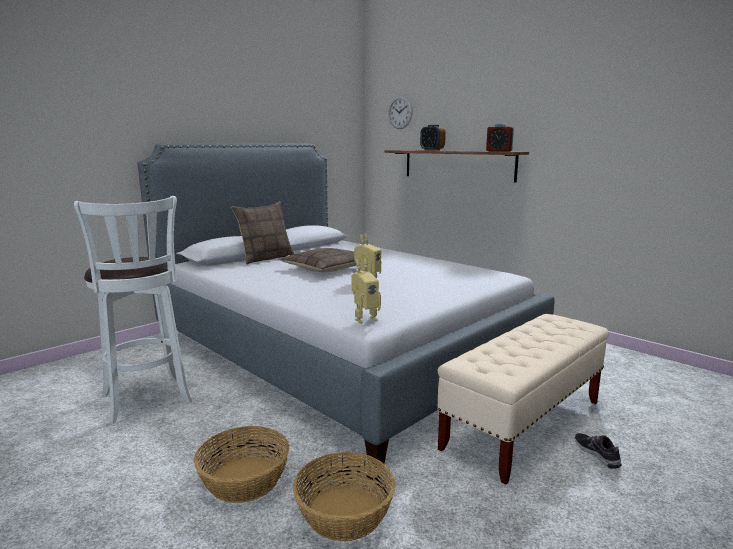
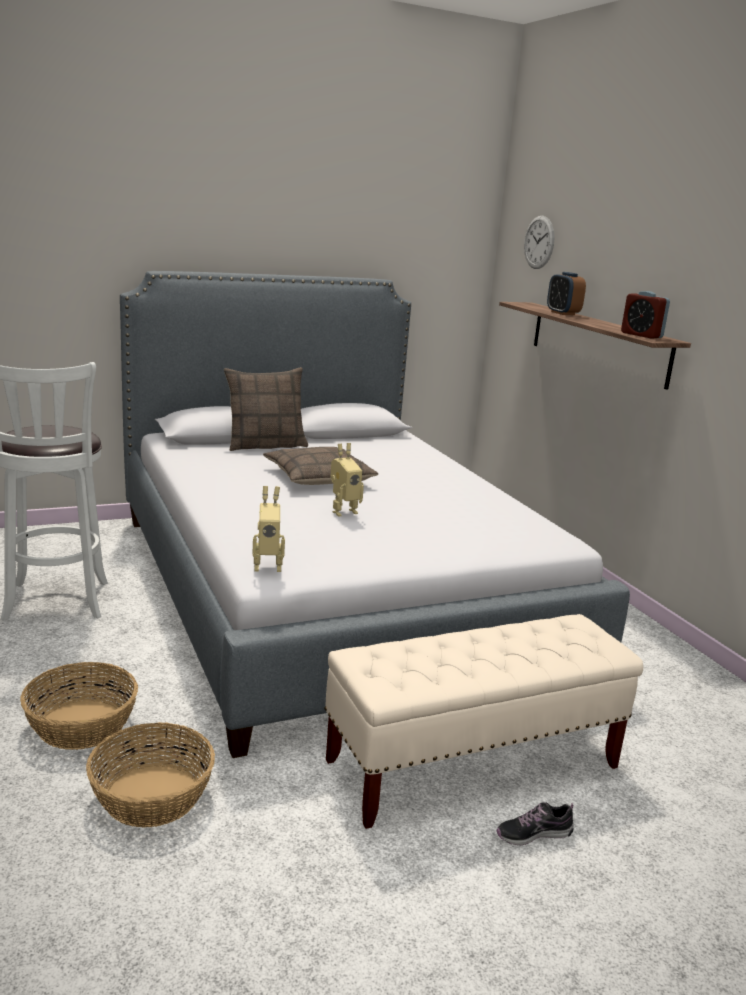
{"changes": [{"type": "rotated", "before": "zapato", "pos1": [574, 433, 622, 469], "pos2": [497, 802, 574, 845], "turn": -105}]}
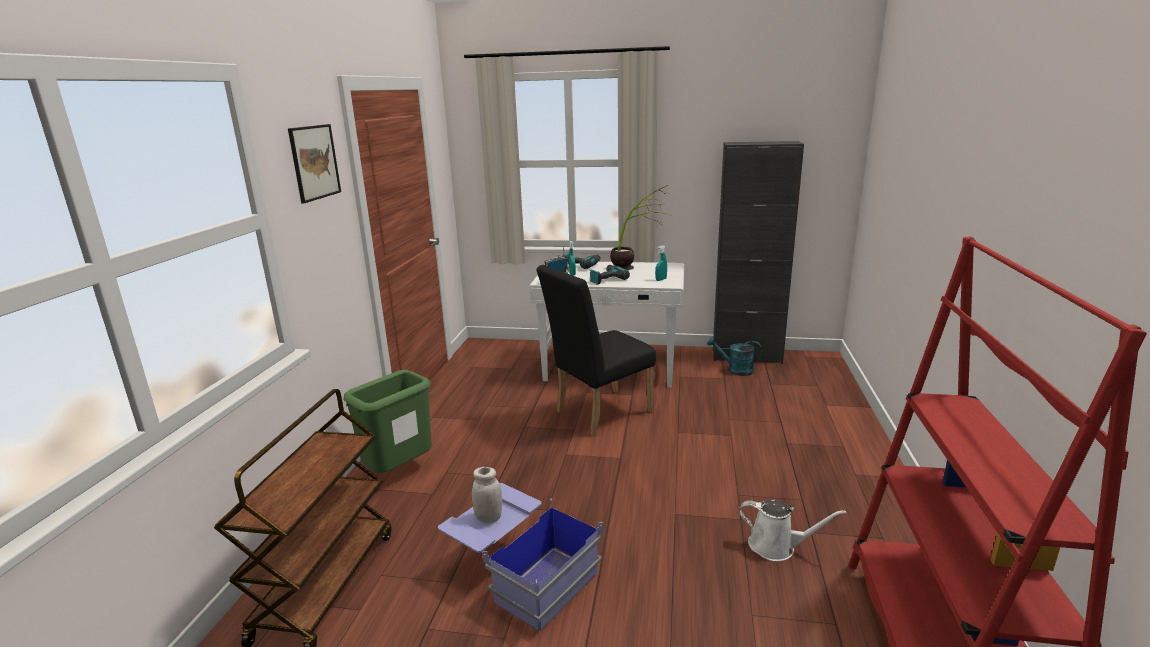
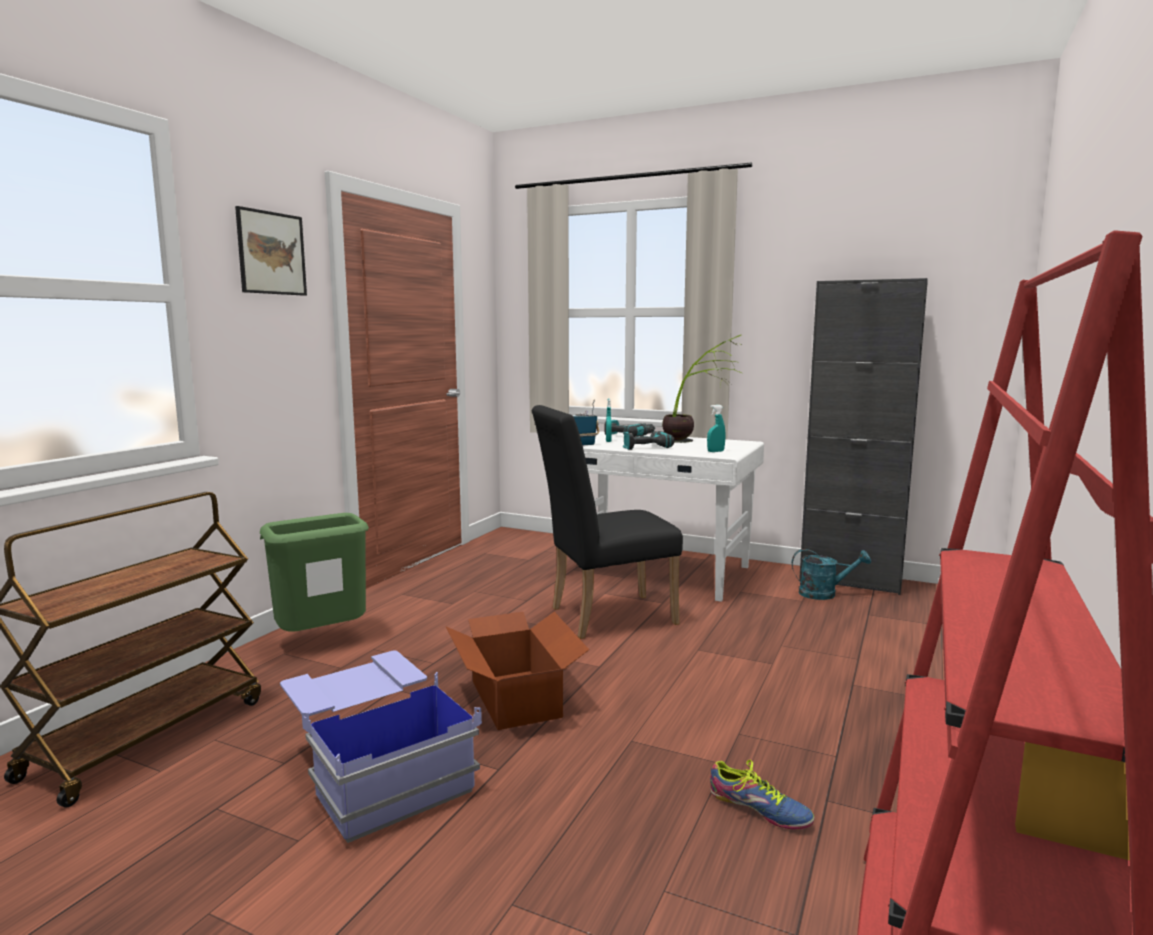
{"changes": [{"type": "gone", "before": "tarro [blanco]", "pos1": [472, 467, 502, 523]}, {"type": "rotated", "before": "regadera [turquesa]", "pos1": [707, 337, 762, 376], "pos2": [792, 549, 871, 600], "turn": 150}, {"type": "swapped", "before": "regadera [blanco]", "after": "zapato", "pos1": [739, 500, 846, 561], "pos2": [710, 760, 815, 830]}, {"type": "new", "after": "caja de cartón", "pos2": [446, 612, 589, 730]}]}
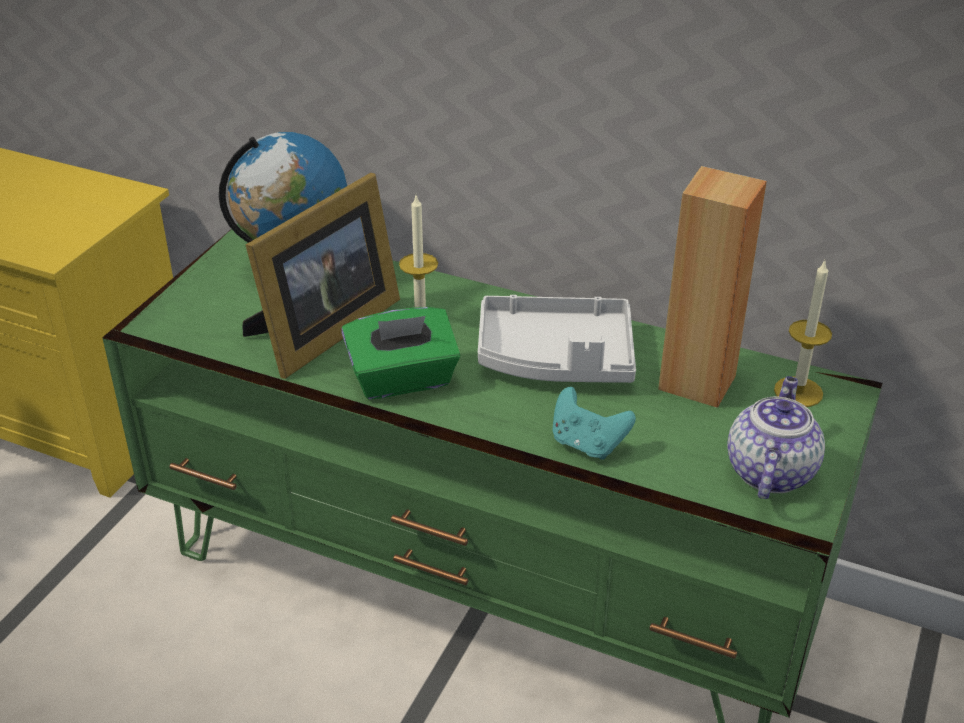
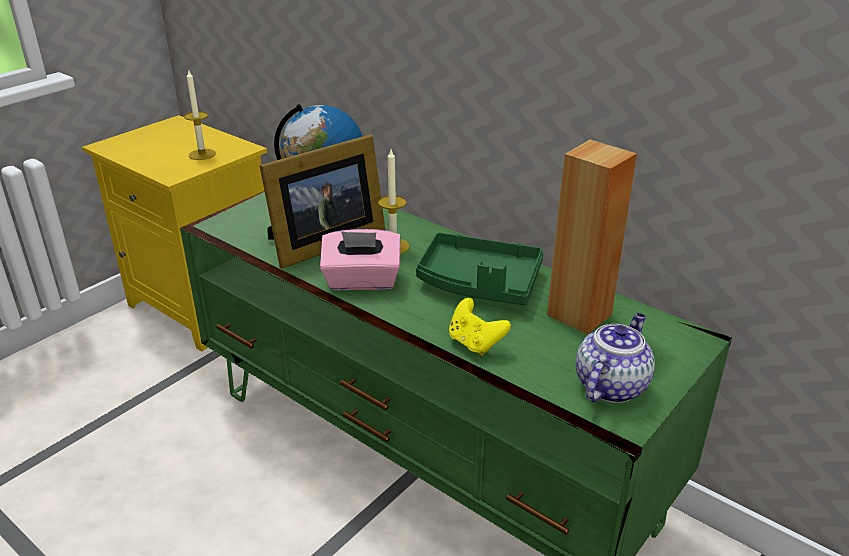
{"changes": [{"type": "repainted", "before": "caja de pañuelos [verde]", "after": "caja de pañuelos [rosa]", "pos1": [341, 307, 460, 399], "pos2": [320, 229, 401, 290]}, {"type": "repainted", "before": "bandeja [gris]", "after": "bandeja [verde]", "pos1": [478, 295, 636, 383], "pos2": [416, 232, 544, 305]}, {"type": "repainted", "before": "mando de consola [turquesa]", "after": "mando de consola [amarillo]", "pos1": [553, 387, 636, 460], "pos2": [449, 298, 511, 356]}, {"type": "shifted", "before": "vela", "pos1": [774, 261, 832, 407], "pos2": [184, 69, 216, 160]}]}
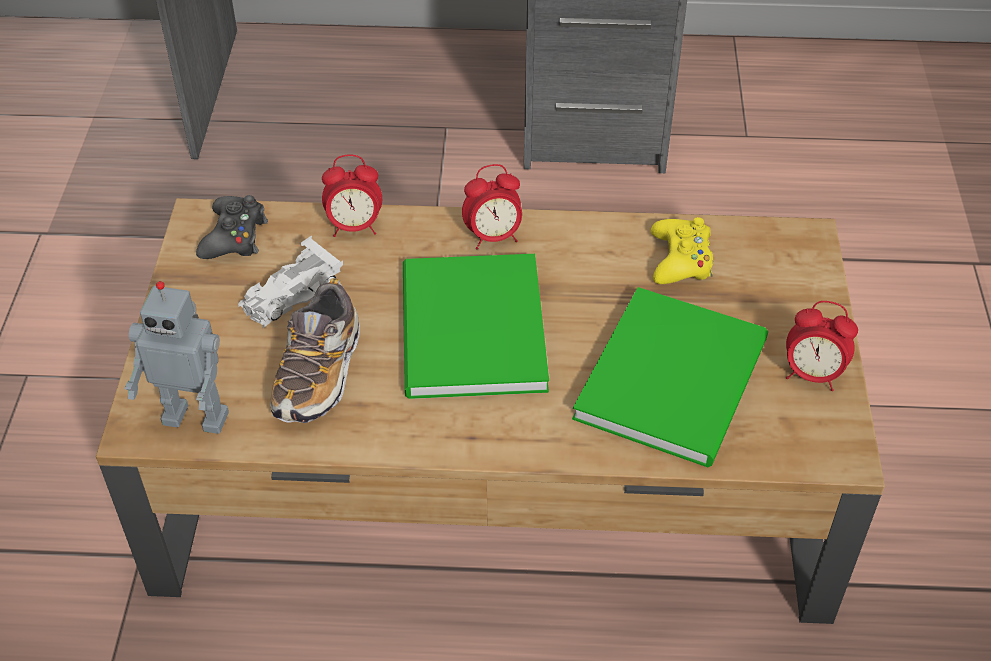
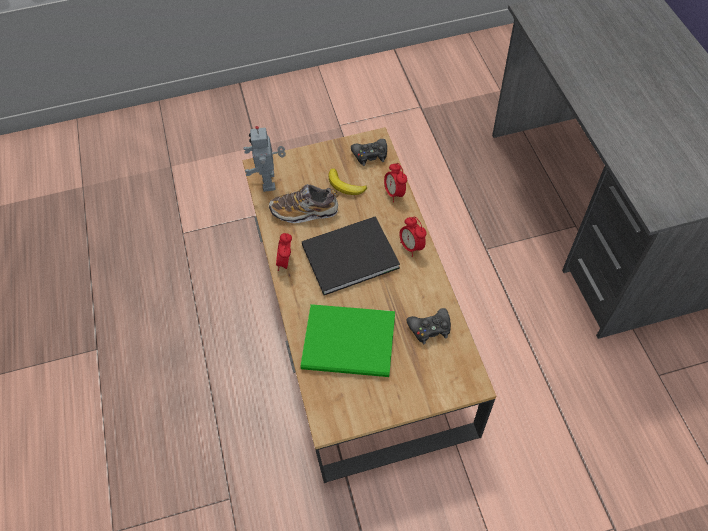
{"changes": [{"type": "swapped", "before": "coche de juguete [blanco]", "after": "plátano", "pos1": [238, 235, 343, 328], "pos2": [329, 168, 367, 195]}, {"type": "repainted", "before": "libro [verde]", "after": "libro [negro]", "pos1": [403, 254, 549, 399], "pos2": [302, 216, 400, 295]}, {"type": "repainted", "before": "mando de consola [amarillo]", "after": "mando de consola [negro]", "pos1": [651, 217, 713, 284], "pos2": [406, 308, 451, 344]}, {"type": "shifted", "before": "despertador", "pos1": [786, 301, 858, 391], "pos2": [276, 233, 292, 271]}]}
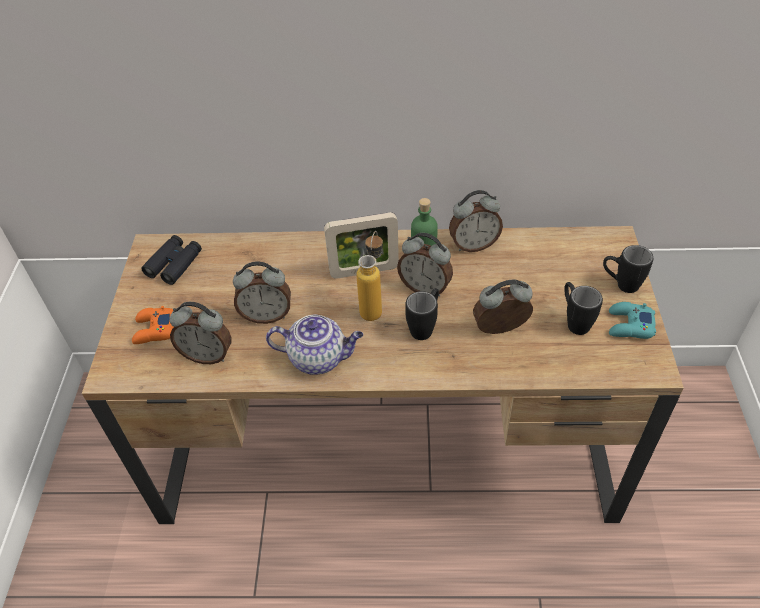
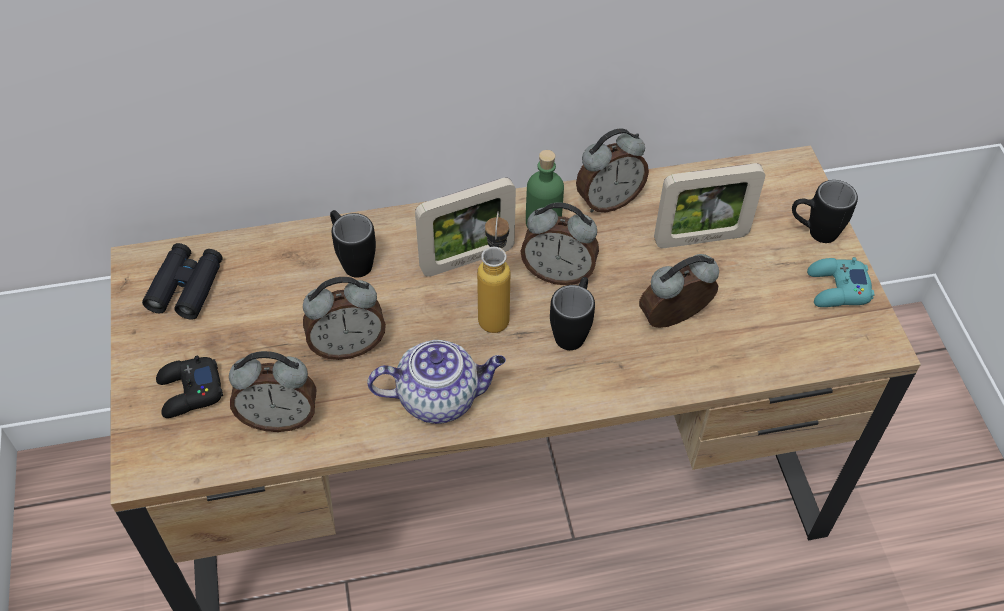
{"changes": [{"type": "repainted", "before": "mando de consola [naranja]", "after": "mando de consola [negro]", "pos1": [132, 306, 173, 344], "pos2": [156, 356, 223, 418]}, {"type": "shifted", "before": "taza grande [negro]", "pos1": [564, 282, 603, 335], "pos2": [330, 210, 376, 278]}, {"type": "new", "after": "portarretratos", "pos2": [654, 163, 765, 248]}]}
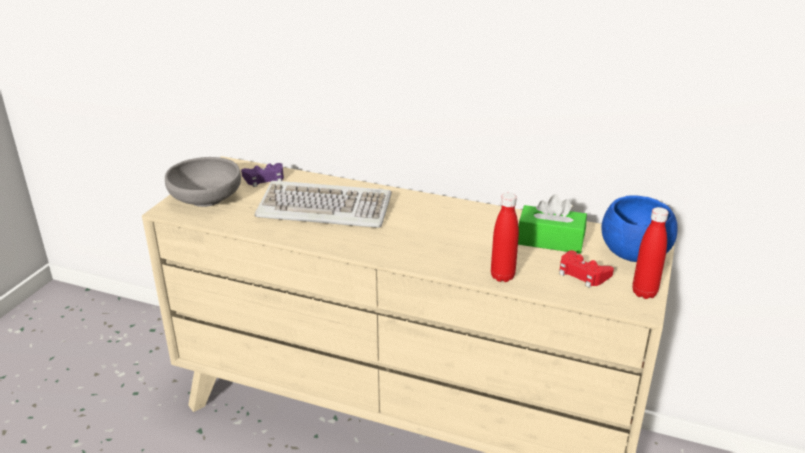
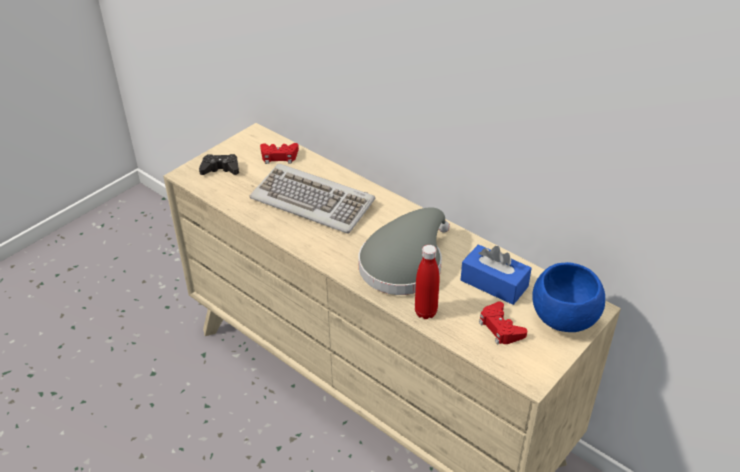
{"changes": [{"type": "swapped", "before": "cuenco [gris]", "after": "mando de consola [negro]", "pos1": [165, 157, 241, 207], "pos2": [199, 154, 239, 175]}, {"type": "repainted", "before": "mando de consola [morado]", "after": "mando de consola [rojo]", "pos1": [241, 163, 284, 187], "pos2": [260, 143, 299, 164]}, {"type": "repainted", "before": "caja de pañuelos [verde]", "after": "caja de pañuelos [azul]", "pos1": [518, 194, 587, 254], "pos2": [461, 244, 532, 305]}, {"type": "gone", "before": "botella [rojo]", "pos1": [632, 207, 669, 299]}, {"type": "new", "after": "sombrero [gris]", "pos2": [359, 207, 450, 295]}]}
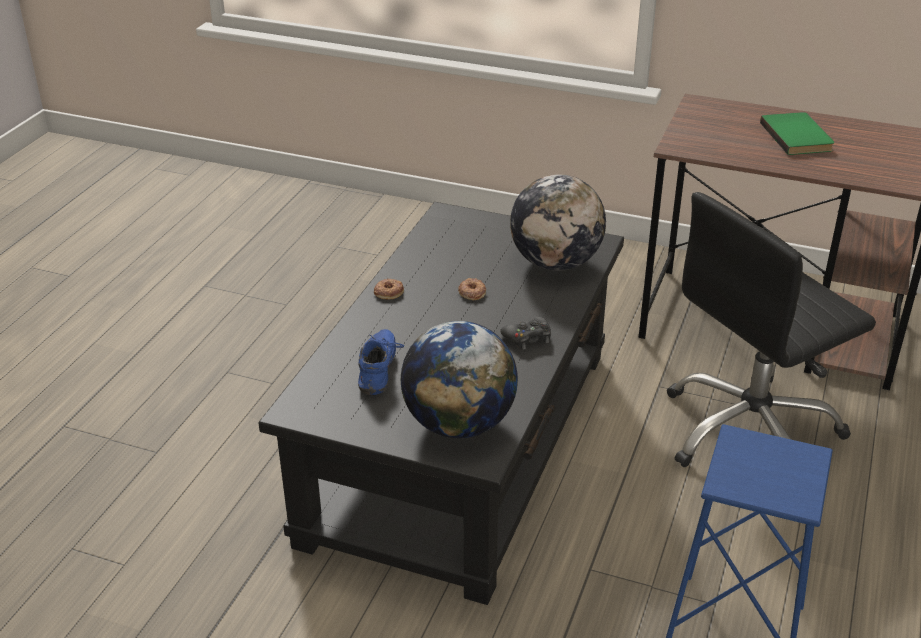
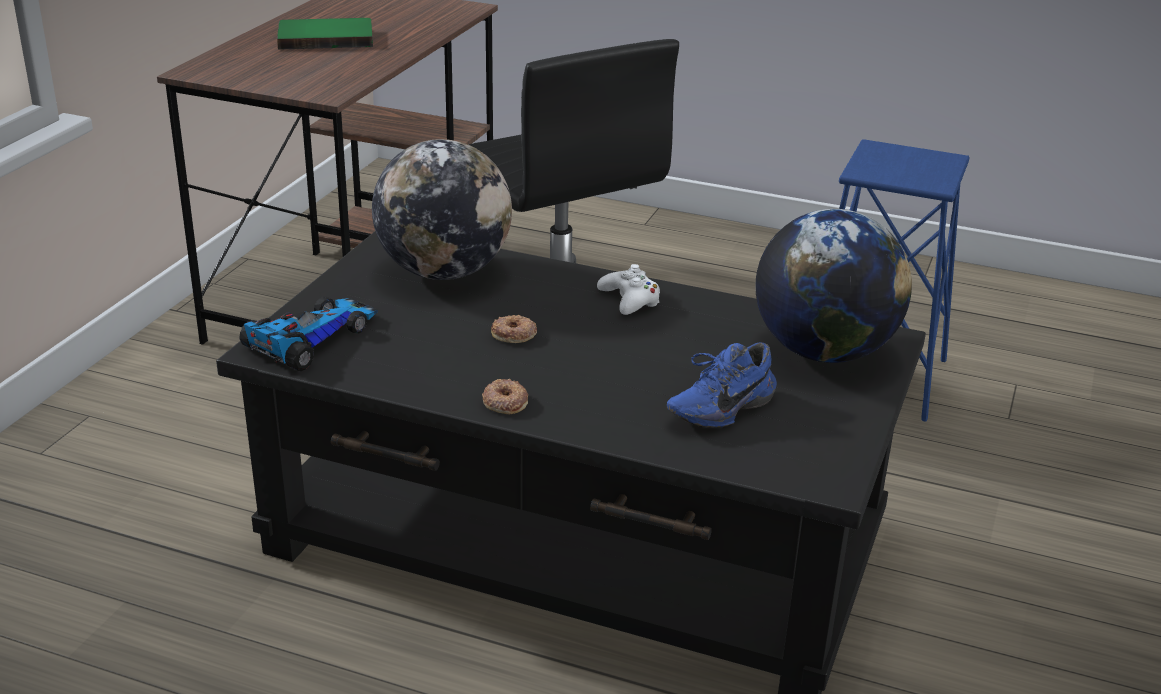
{"changes": [{"type": "rotated", "before": "zapato [azul]", "pos1": [358, 329, 404, 395], "pos2": [667, 342, 777, 428], "turn": -45}, {"type": "repainted", "before": "mando de consola [negro]", "after": "mando de consola [blanco]", "pos1": [500, 317, 551, 350], "pos2": [597, 264, 660, 315]}, {"type": "new", "after": "coche de juguete", "pos2": [239, 297, 378, 371]}]}
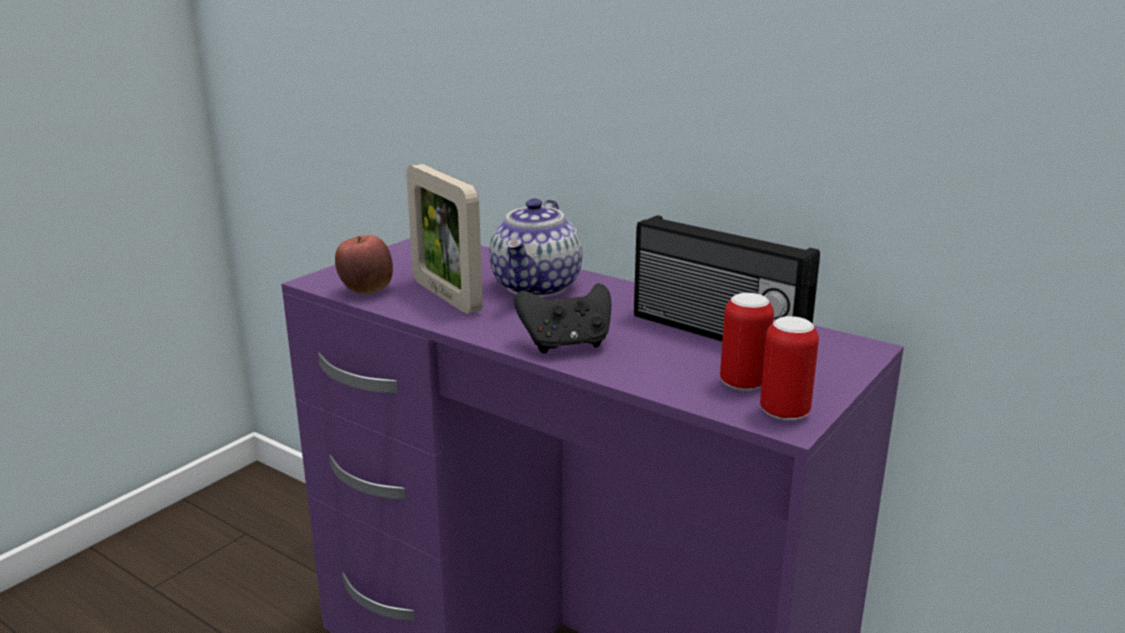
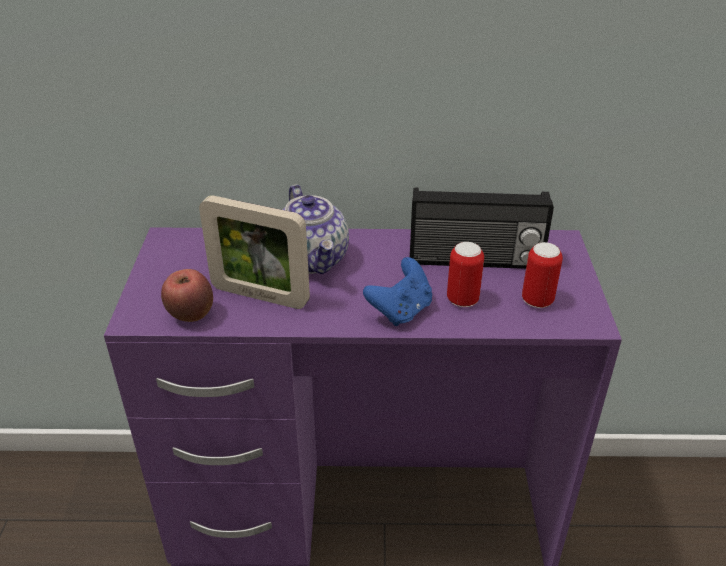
{"changes": [{"type": "repainted", "before": "mando de consola [negro]", "after": "mando de consola [azul]", "pos1": [514, 283, 611, 353], "pos2": [363, 257, 432, 326]}, {"type": "shifted", "before": "lata", "pos1": [760, 316, 819, 421], "pos2": [447, 242, 484, 307]}]}
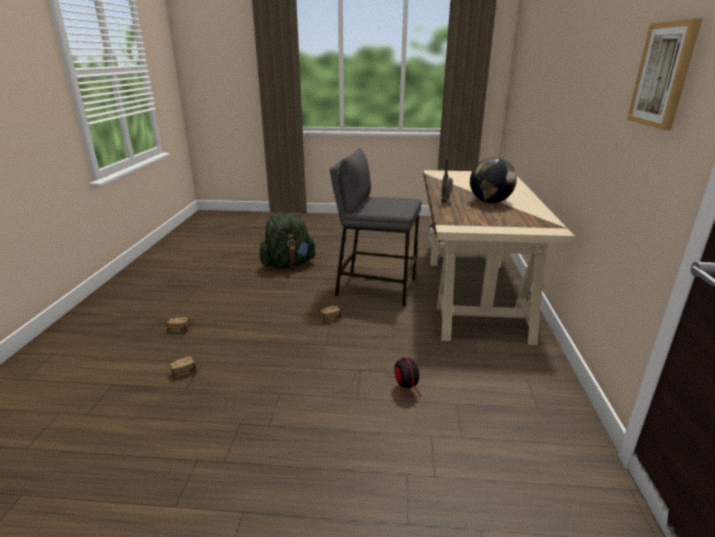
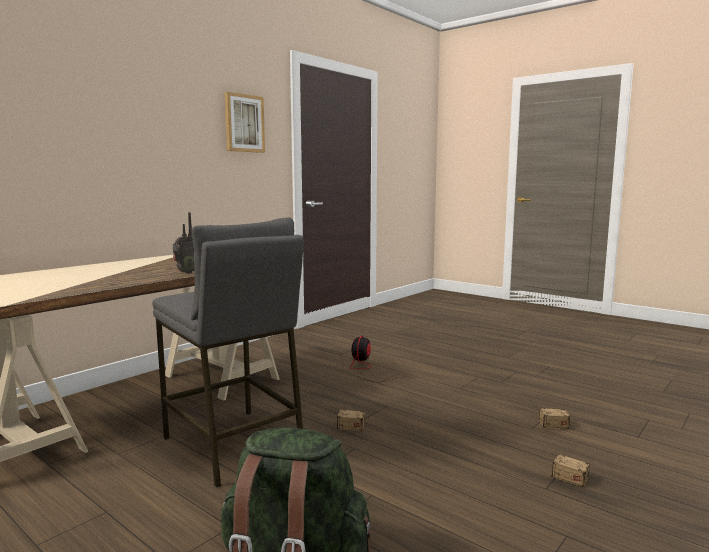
{"changes": [{"type": "gone", "before": "globo terráqueo", "pos1": [470, 157, 517, 203]}]}
